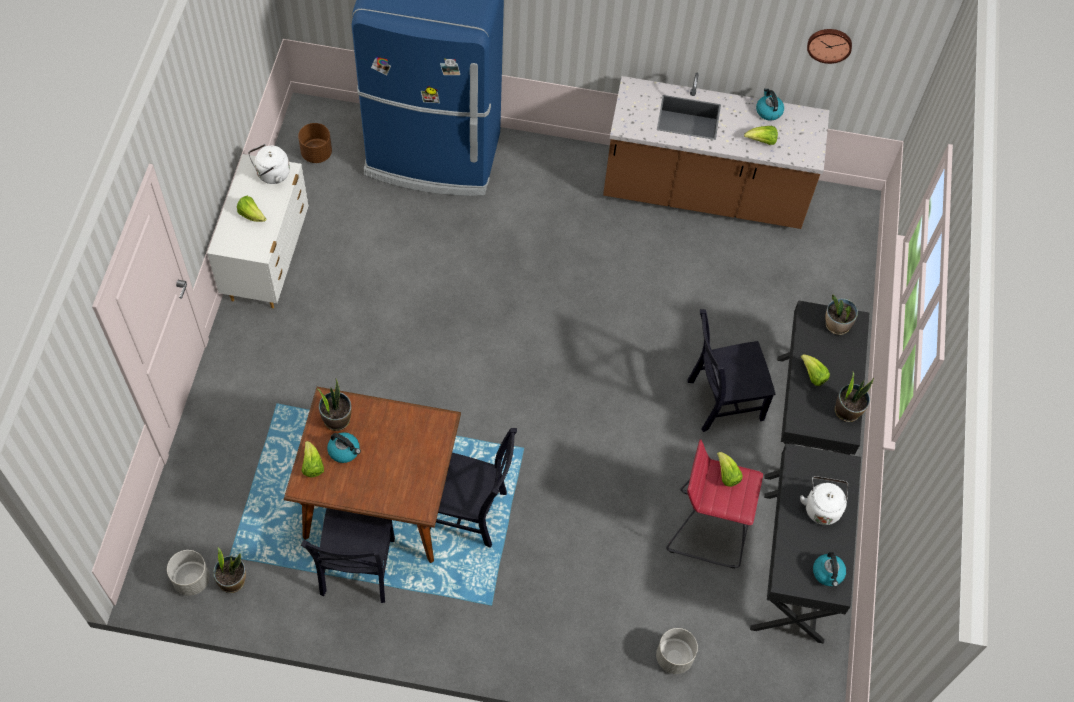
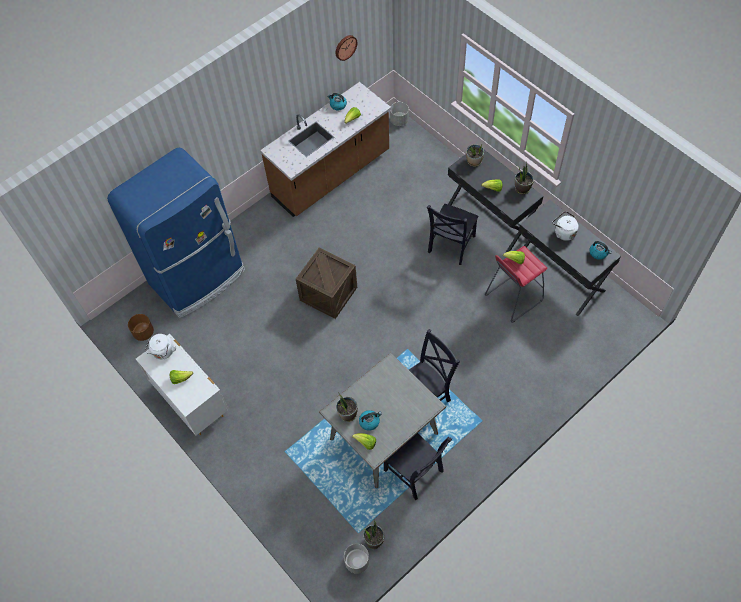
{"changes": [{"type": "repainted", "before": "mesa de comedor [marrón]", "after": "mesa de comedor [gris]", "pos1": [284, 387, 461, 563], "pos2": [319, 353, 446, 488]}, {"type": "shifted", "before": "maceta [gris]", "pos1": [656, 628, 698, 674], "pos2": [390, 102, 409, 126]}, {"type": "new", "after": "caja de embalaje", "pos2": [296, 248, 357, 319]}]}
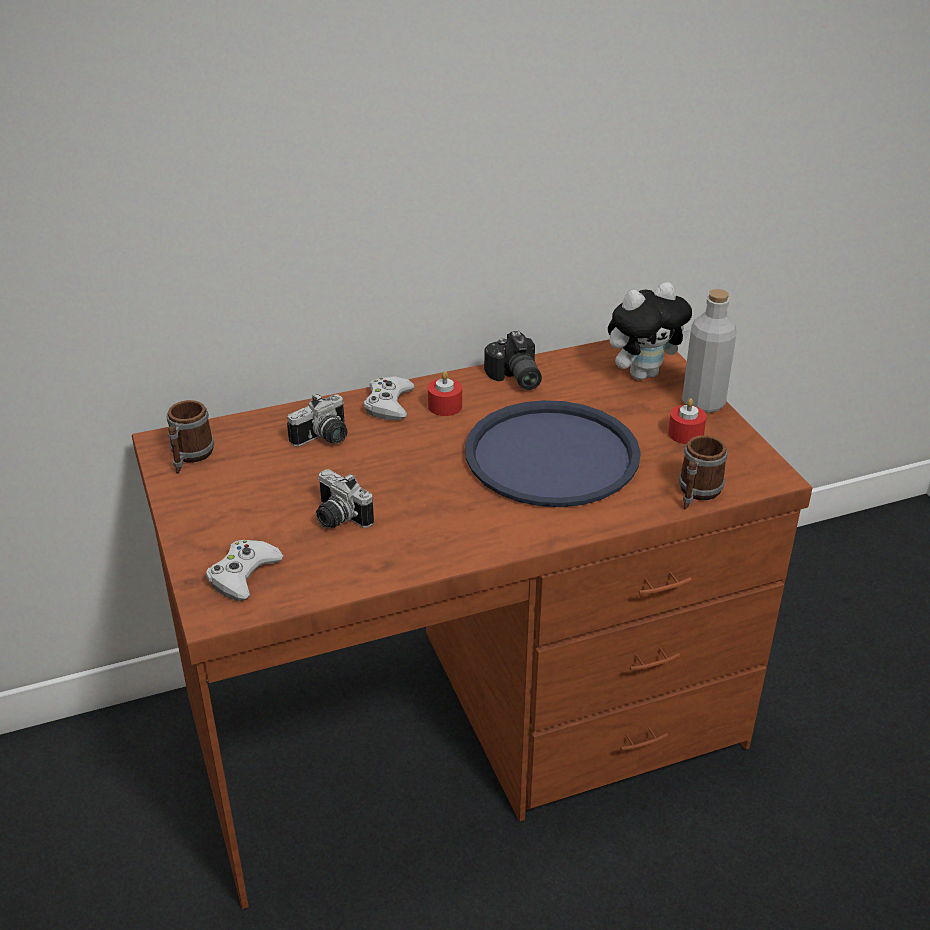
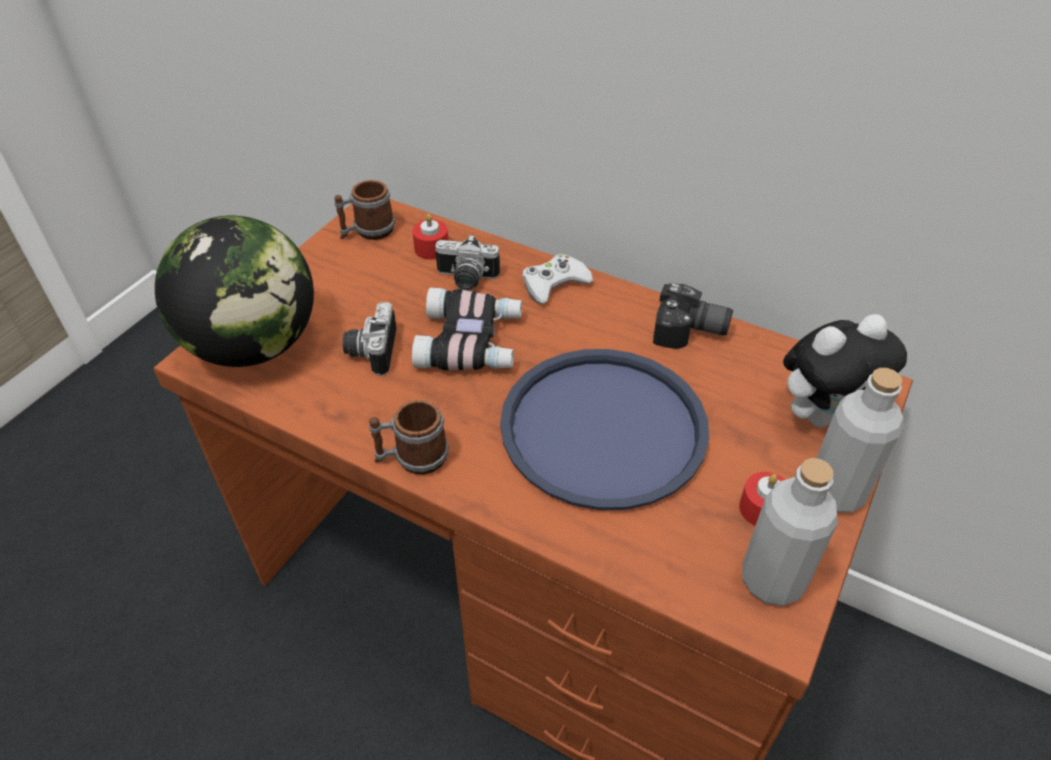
{"changes": [{"type": "swapped", "before": "mando de consola [blanco]", "after": "globo terráqueo", "pos1": [206, 540, 284, 601], "pos2": [155, 216, 314, 367]}, {"type": "shifted", "before": "vela [rojo]", "pos1": [428, 371, 462, 416], "pos2": [412, 214, 449, 260]}, {"type": "rotated", "before": "cámara", "pos1": [484, 331, 542, 390], "pos2": [653, 283, 733, 349], "turn": -105}, {"type": "rotated", "before": "peluche", "pos1": [608, 282, 692, 380], "pos2": [783, 314, 907, 427], "turn": -45}, {"type": "shifted", "before": "taza grande", "pos1": [679, 435, 728, 510], "pos2": [369, 400, 449, 475]}, {"type": "new", "after": "prismáticos", "pos2": [412, 287, 522, 371]}, {"type": "new", "after": "botella [gris]", "pos2": [742, 458, 838, 606]}]}
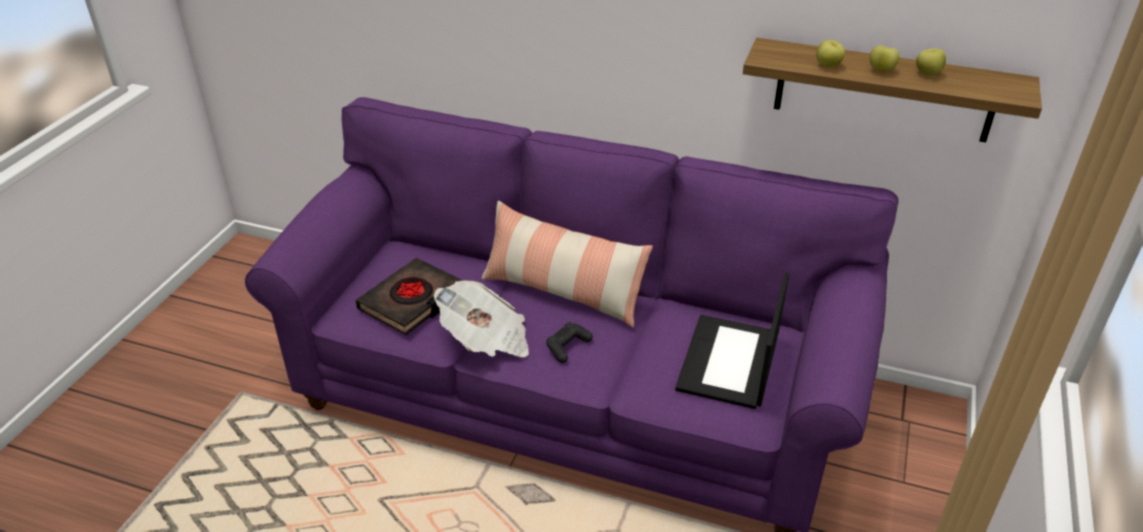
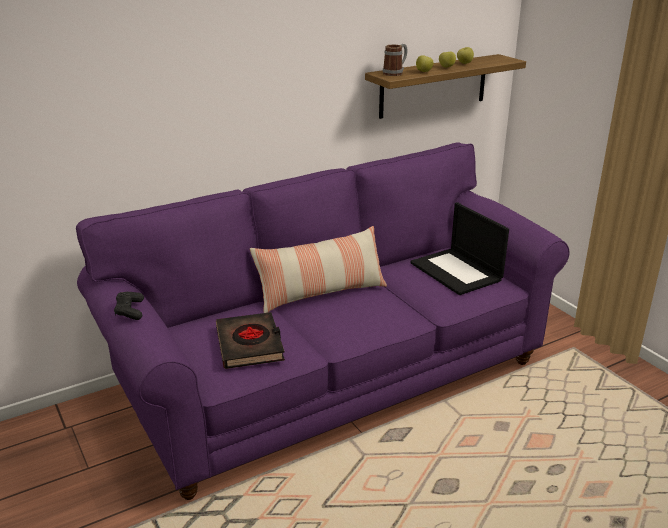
{"changes": [{"type": "gone", "before": "periódico", "pos1": [434, 281, 529, 357]}, {"type": "shifted", "before": "mando de consola [negro]", "pos1": [546, 322, 593, 363], "pos2": [114, 292, 144, 320]}, {"type": "new", "after": "taza grande", "pos2": [383, 44, 408, 76]}]}
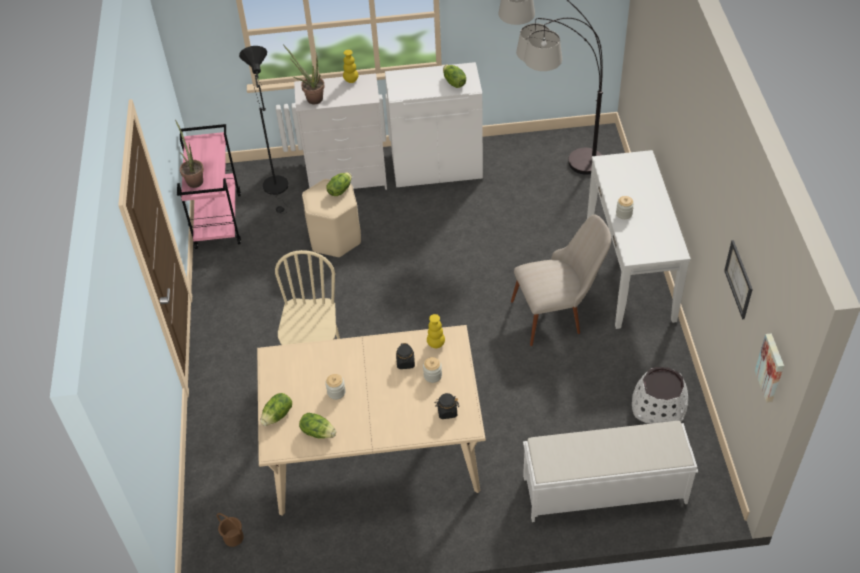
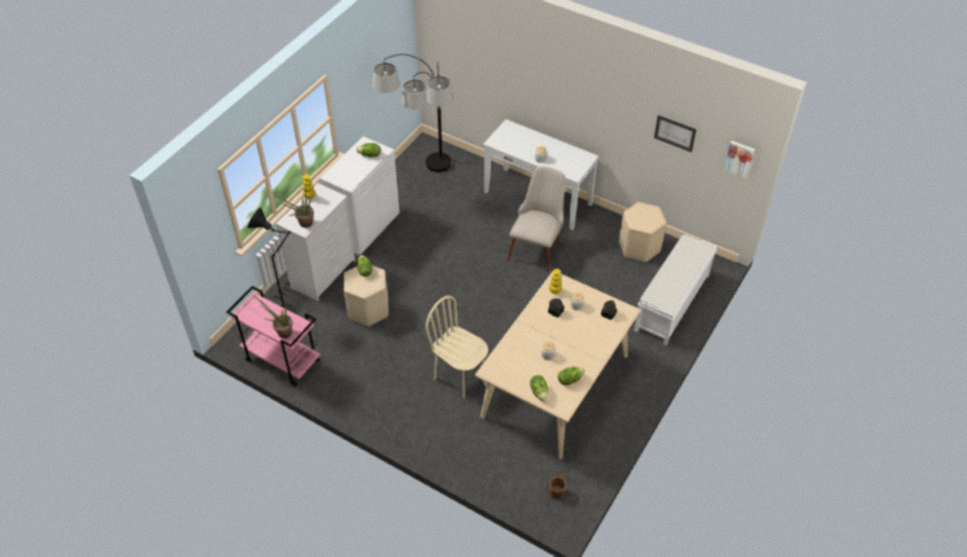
{"changes": [{"type": "swapped", "before": "maceta [blanco]", "after": "taburete [beis]", "pos1": [632, 367, 688, 424], "pos2": [619, 202, 666, 263]}]}
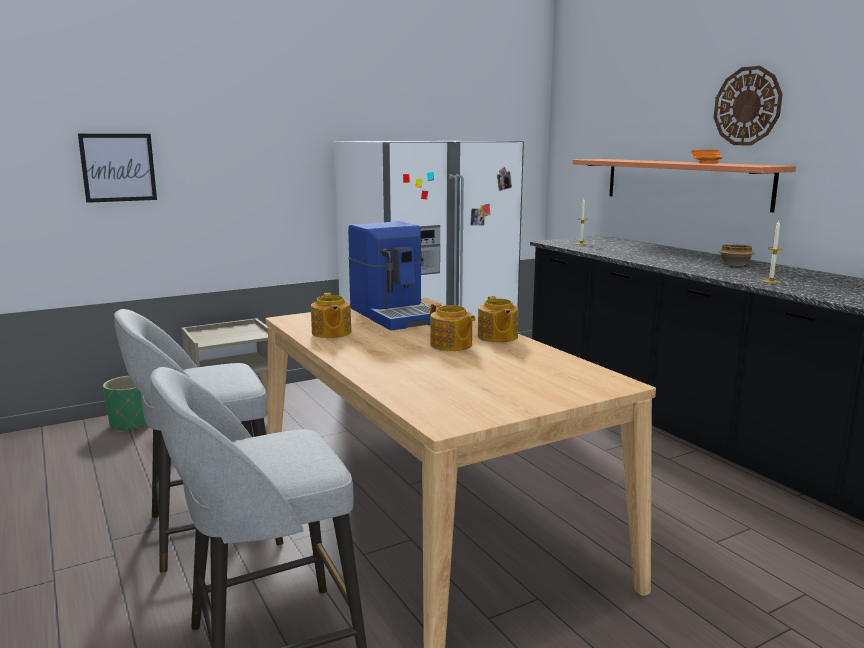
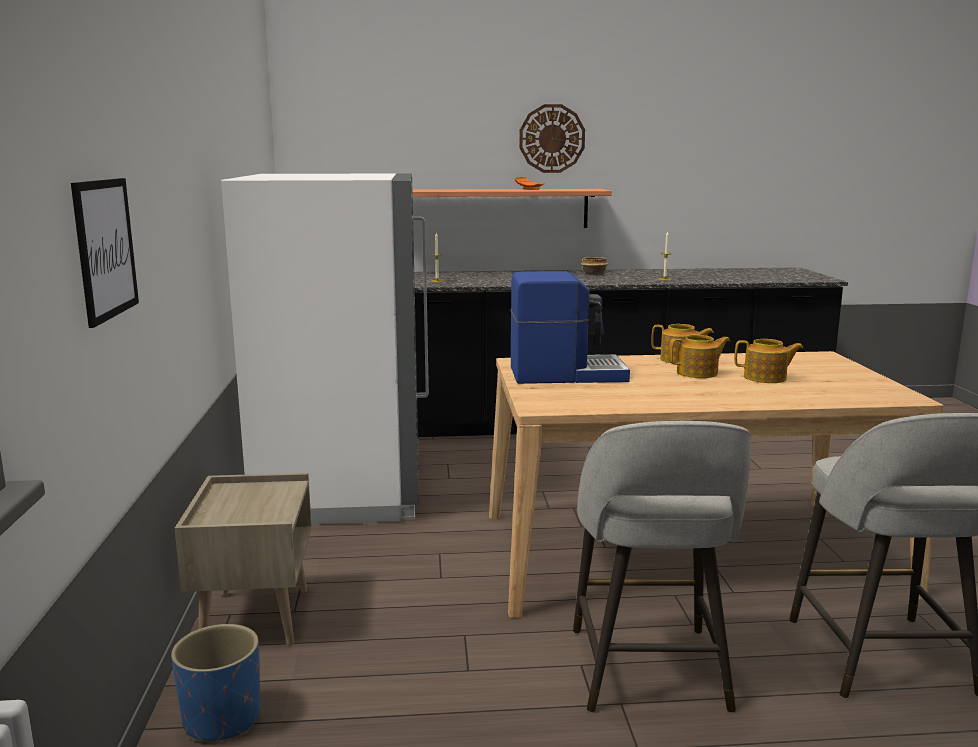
{"changes": [{"type": "repainted", "before": "maceta [verde]", "after": "maceta [azul]", "pos1": [103, 376, 148, 432], "pos2": [171, 624, 261, 742]}, {"type": "shifted", "before": "tetera", "pos1": [311, 293, 352, 338], "pos2": [734, 339, 803, 383]}]}
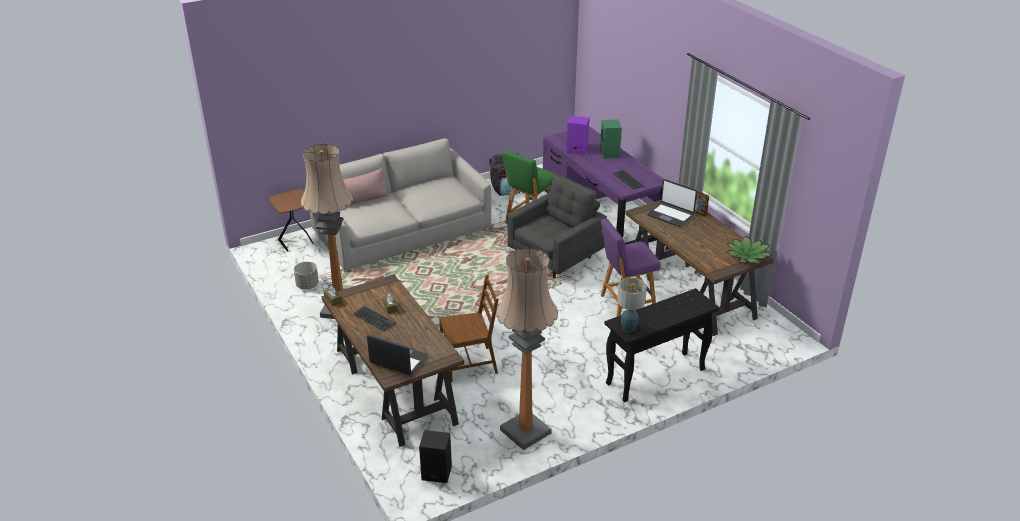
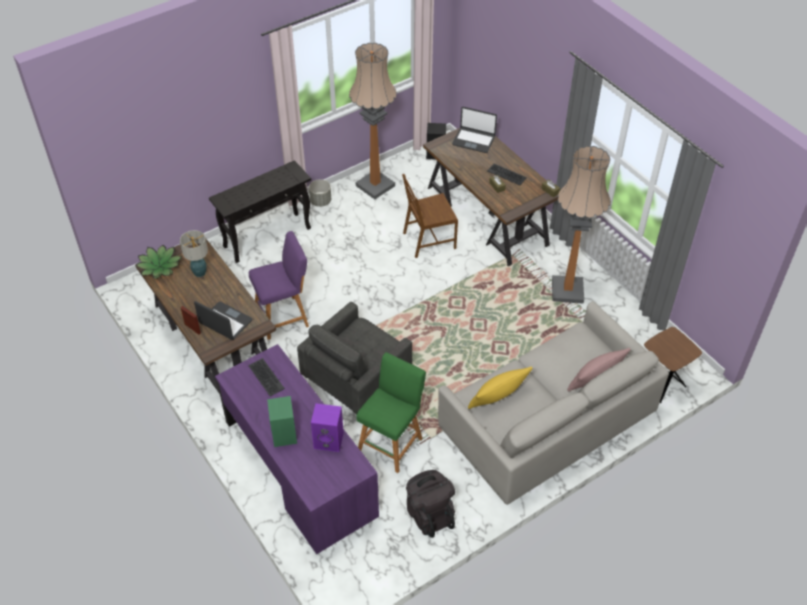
{"changes": [{"type": "shifted", "before": "maceta [gris]", "pos1": [294, 262, 319, 289], "pos2": [309, 179, 331, 207]}, {"type": "shifted", "before": "lámpara de mesa", "pos1": [617, 278, 647, 332], "pos2": [180, 230, 208, 277]}, {"type": "new", "after": "cojín [amarillo]", "pos2": [468, 367, 533, 409]}]}
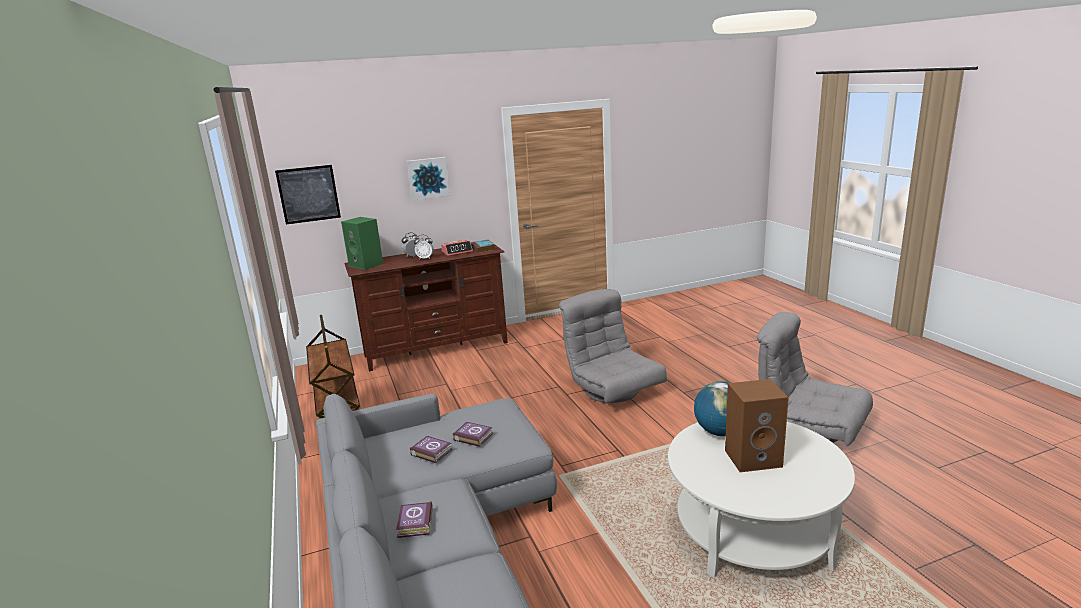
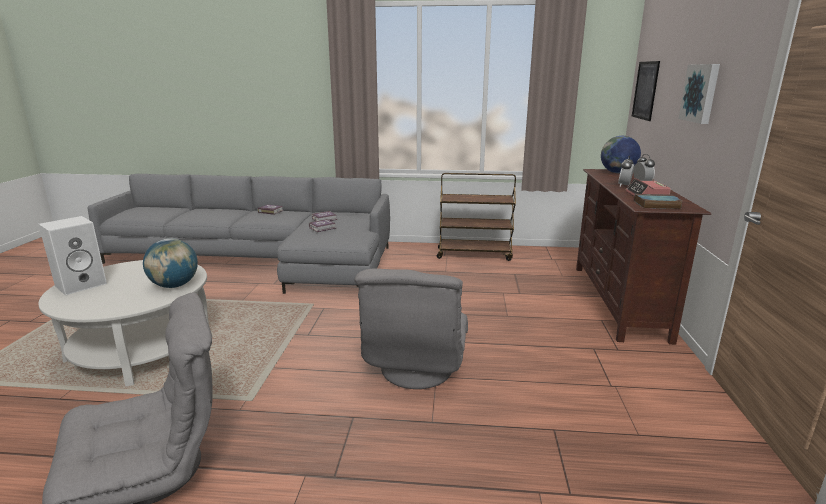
{"changes": [{"type": "swapped", "before": "altavoz [verde]", "after": "globo terráqueo", "pos1": [341, 217, 383, 270], "pos2": [601, 136, 641, 173]}, {"type": "rotated", "before": "sillón [gris]", "pos1": [559, 289, 667, 403], "pos2": [354, 268, 468, 389], "turn": 105}, {"type": "gone", "before": "altavoz [marrón]", "pos1": [725, 379, 789, 472]}, {"type": "new", "after": "altavoz [blanco]", "pos2": [38, 216, 107, 295]}]}
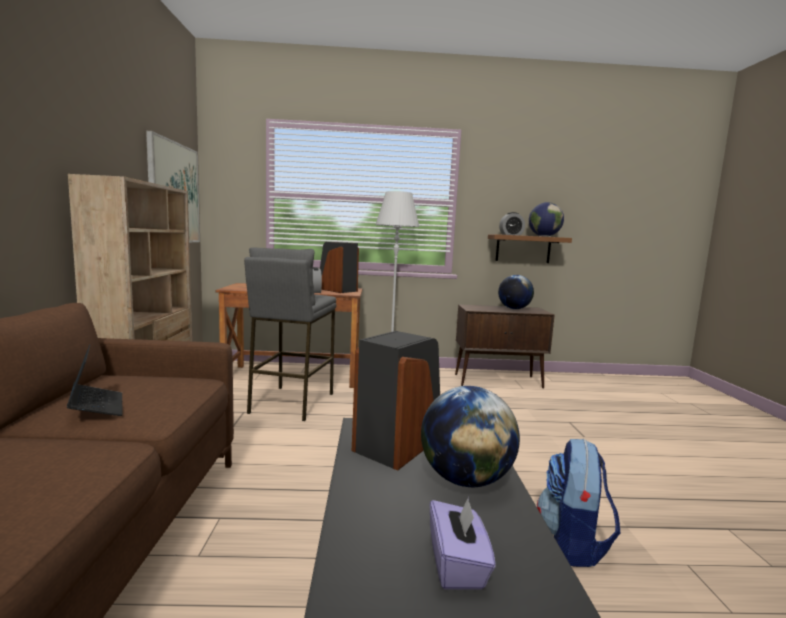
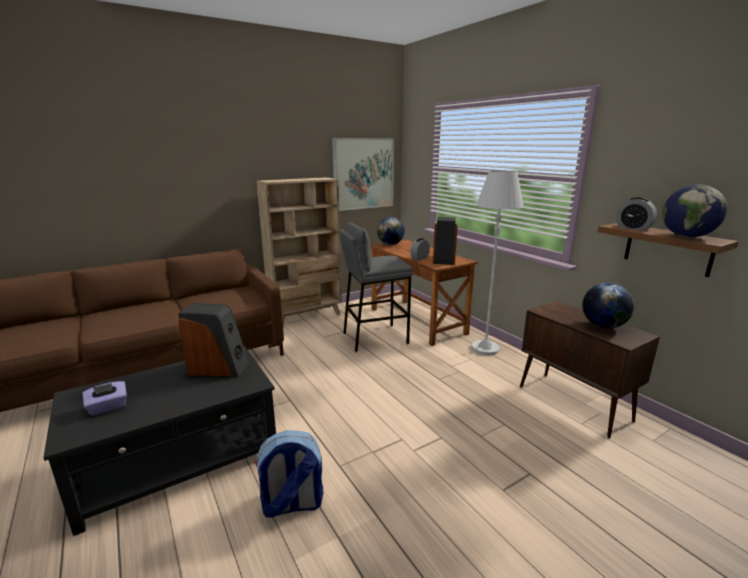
{"changes": [{"type": "gone", "before": "portátil", "pos1": [67, 344, 123, 416]}, {"type": "shifted", "before": "globo terráqueo", "pos1": [421, 386, 520, 487], "pos2": [377, 217, 405, 245]}]}
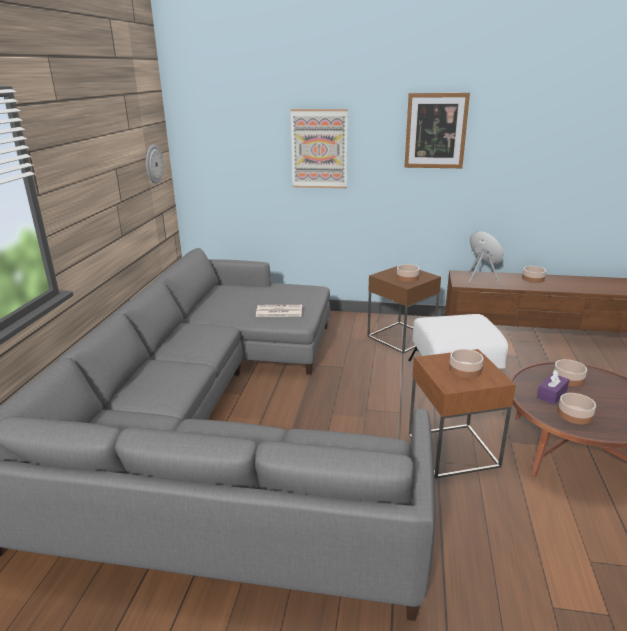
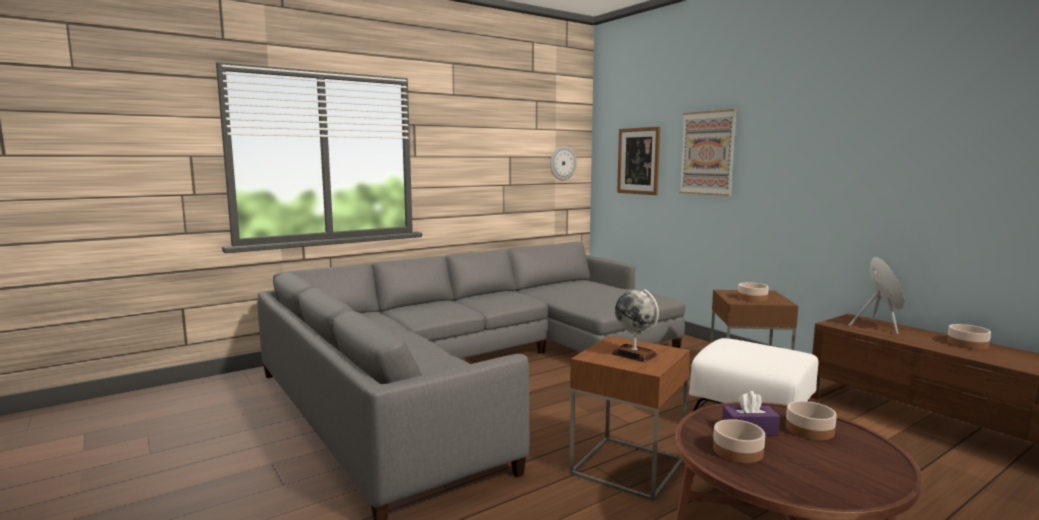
{"changes": [{"type": "gone", "before": "periódico", "pos1": [256, 305, 302, 317]}, {"type": "shifted", "before": "cuadro", "pos1": [405, 93, 470, 168], "pos2": [617, 127, 660, 195]}, {"type": "swapped", "before": "cuenco", "after": "globo terráqueo", "pos1": [449, 349, 484, 378], "pos2": [611, 289, 659, 362]}]}
